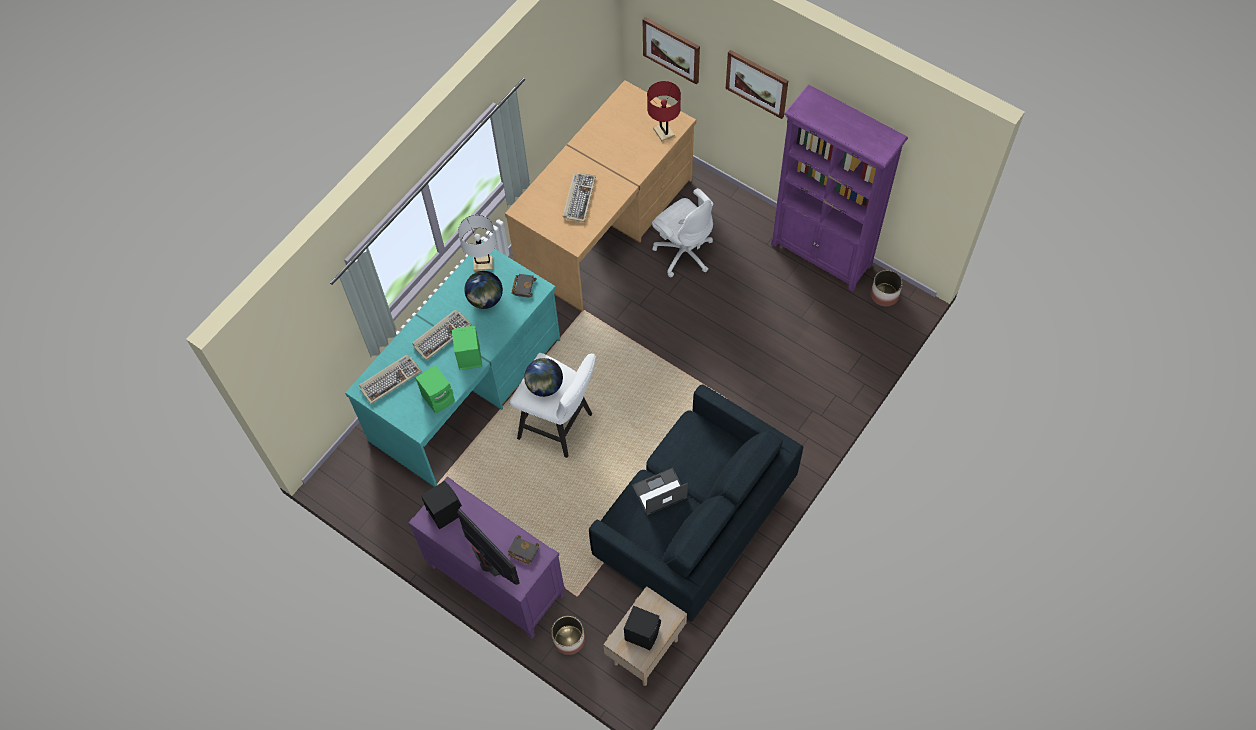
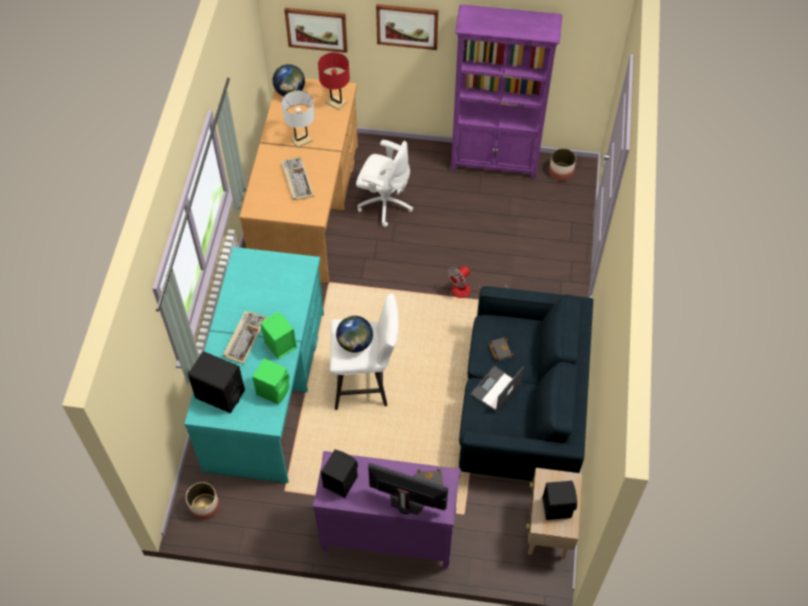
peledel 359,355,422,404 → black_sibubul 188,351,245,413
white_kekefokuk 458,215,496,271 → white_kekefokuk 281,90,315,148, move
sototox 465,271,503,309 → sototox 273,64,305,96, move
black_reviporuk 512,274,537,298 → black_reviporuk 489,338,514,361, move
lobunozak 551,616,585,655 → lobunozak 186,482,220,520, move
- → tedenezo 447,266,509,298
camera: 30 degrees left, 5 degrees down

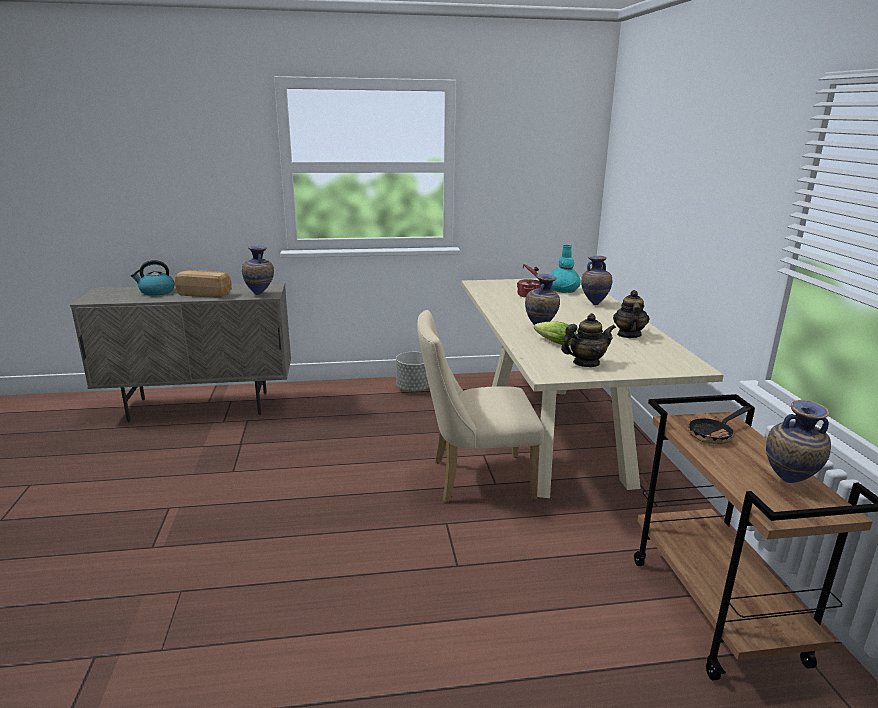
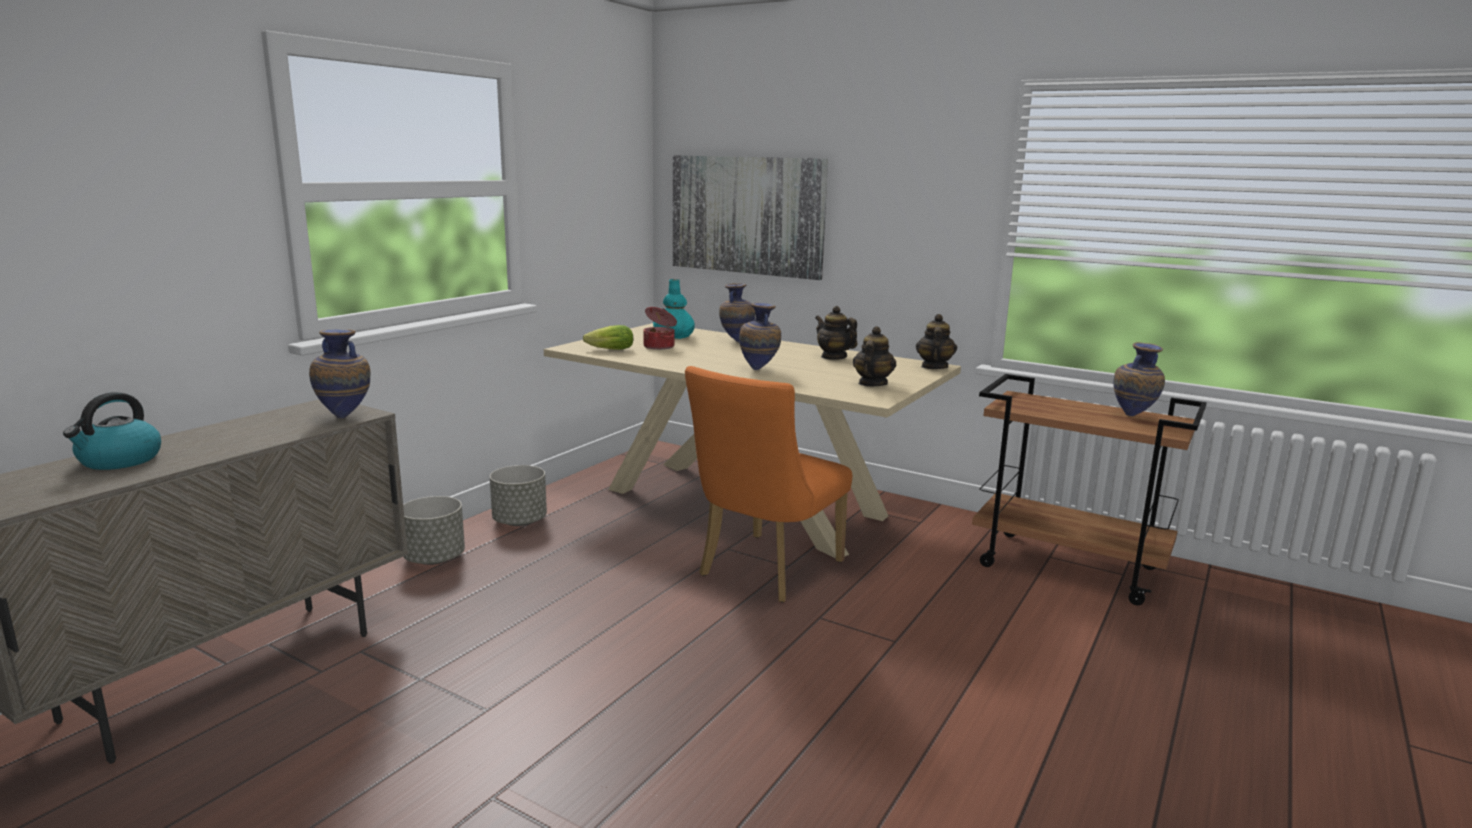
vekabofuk 175,270,232,298 → -
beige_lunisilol 417,310,544,502 → orange_lunisilol 685,366,852,602
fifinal 534,321,576,346 → fifinal 583,325,633,350, move
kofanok 689,406,751,444 → -
- → grey_lobunozak 403,496,465,565
- → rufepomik 673,155,828,280
- → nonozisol 916,314,957,369
camera: 50 degrees left, 5 degrees down

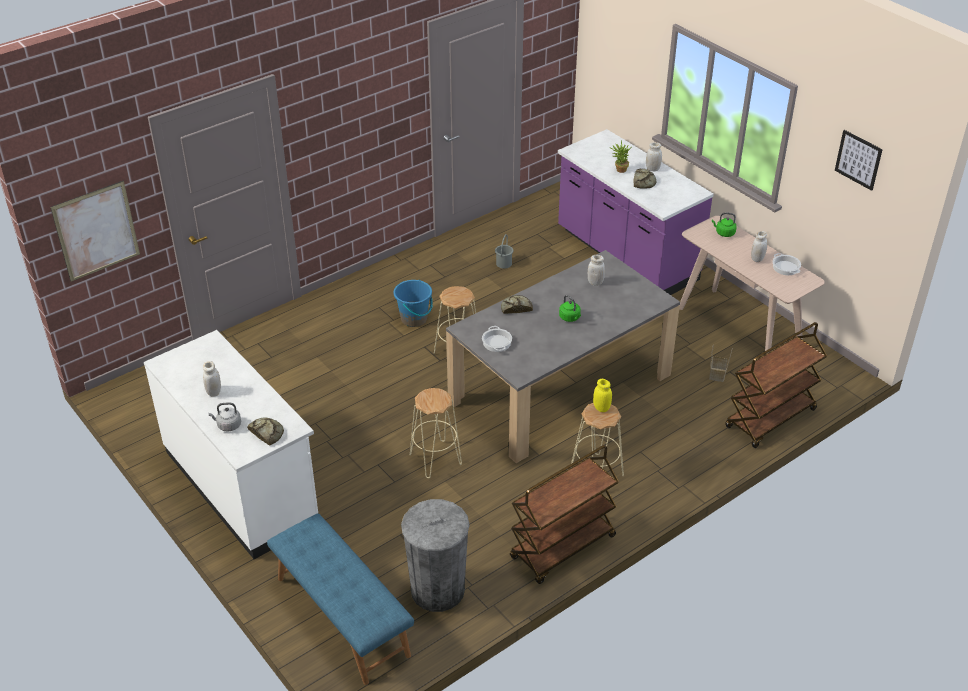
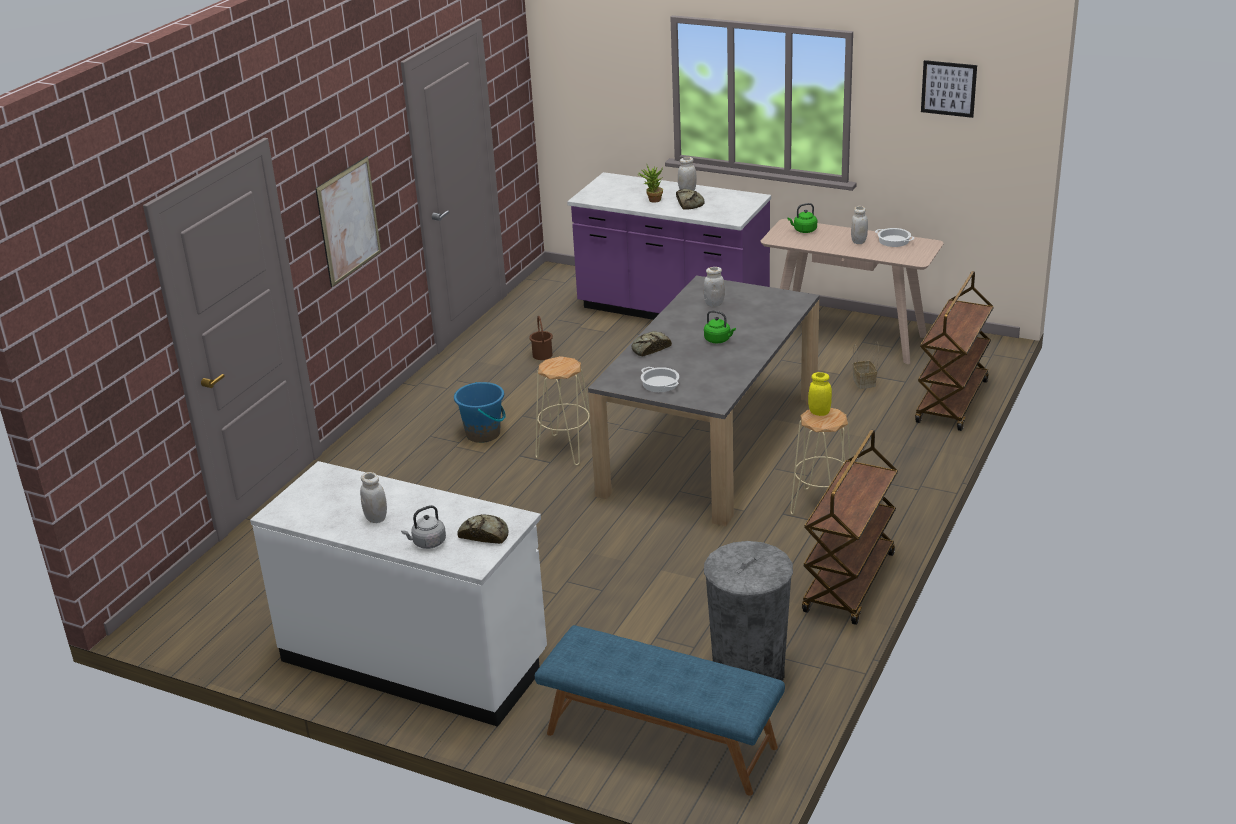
rufepomik 50,181,140,282 → rufepomik 315,156,381,287, move
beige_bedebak 410,388,462,478 → -
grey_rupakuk 495,234,513,269 → brown_rupakuk 529,316,553,360
camera: 25 degrees left, 10 degrees down

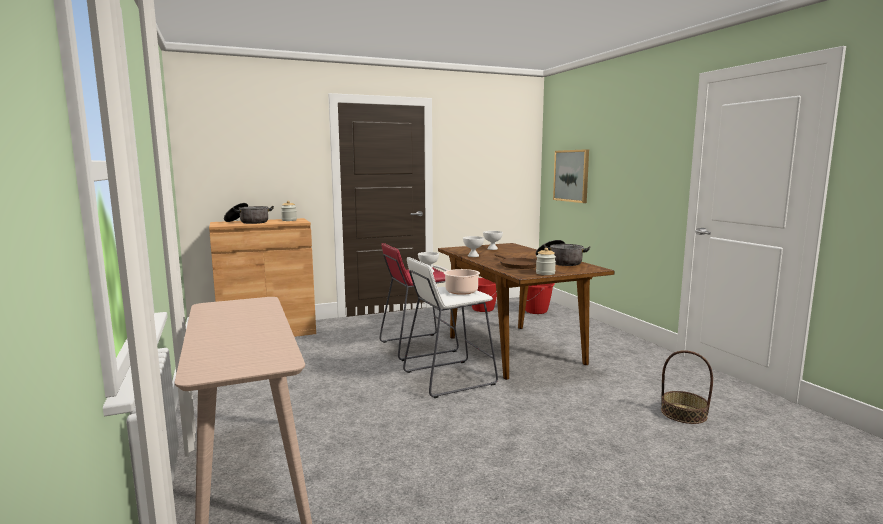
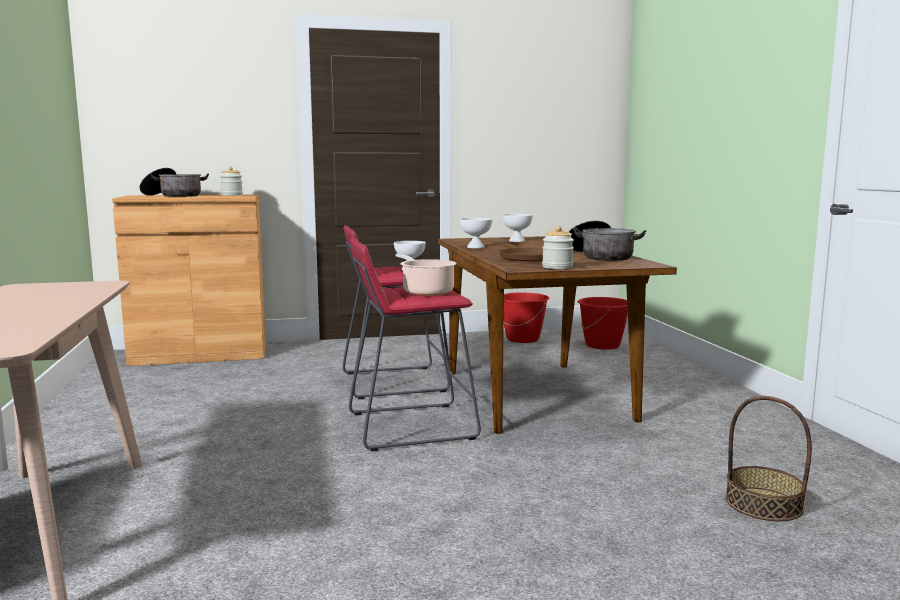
white_bedebak 403,257,498,398 → red_bedebak 349,238,481,451
rufepomik 553,149,589,203 → -
camera: 10 degrees right, 0 degrees up

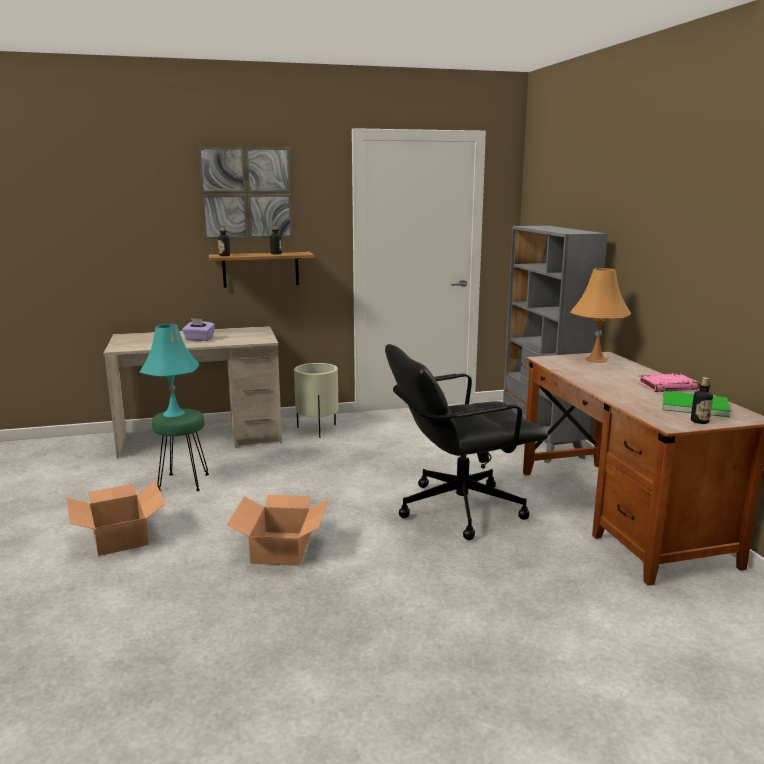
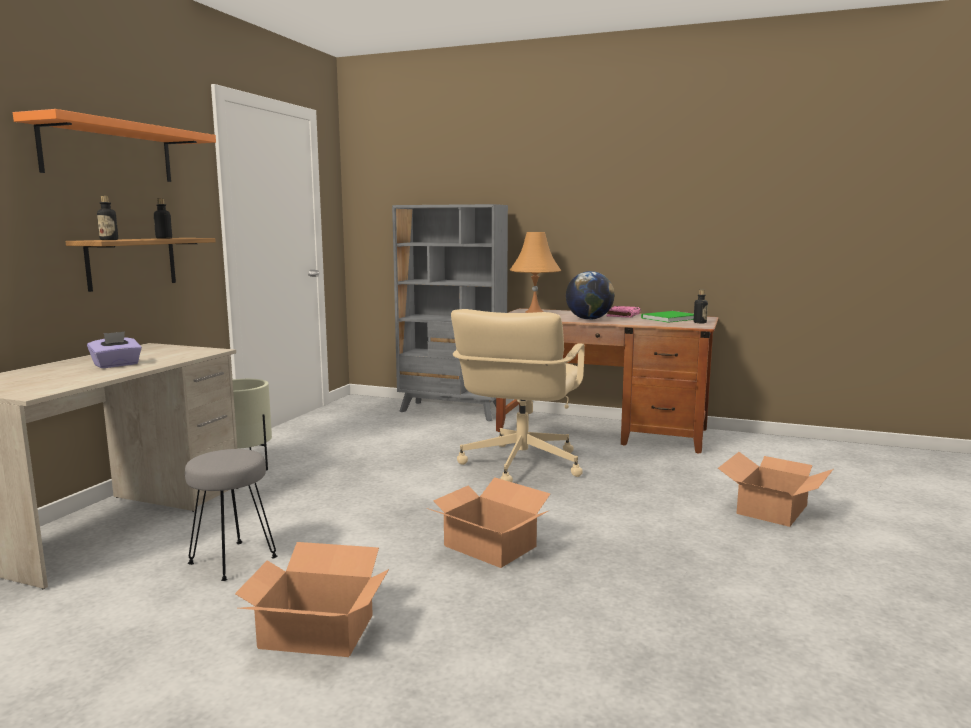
turquoise_kekefokuk 140,324,199,417 → -
green_bedebak 152,409,209,491 → grey_bedebak 185,449,277,581
rufepomik 199,147,292,239 → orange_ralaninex 13,109,216,182
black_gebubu 385,344,549,540 → beige_gebubu 451,309,585,482
- → sototox 566,271,614,320
- → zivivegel 718,452,834,527
camera: 55 degrees left, 5 degrees down

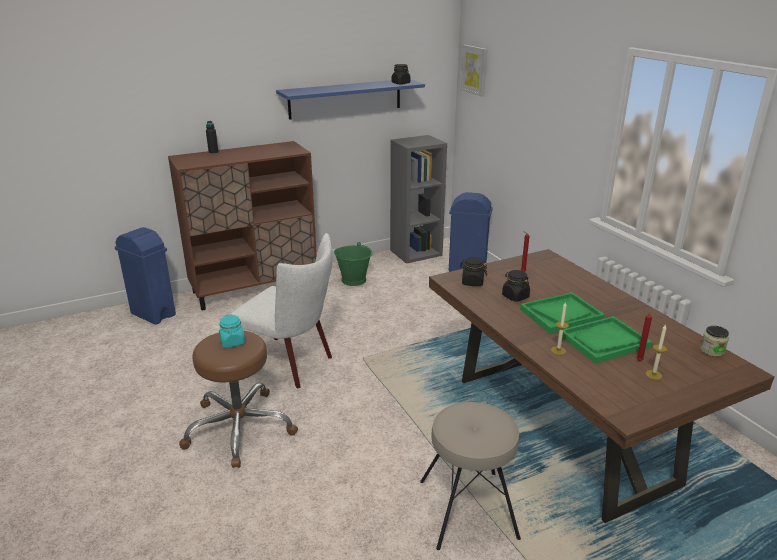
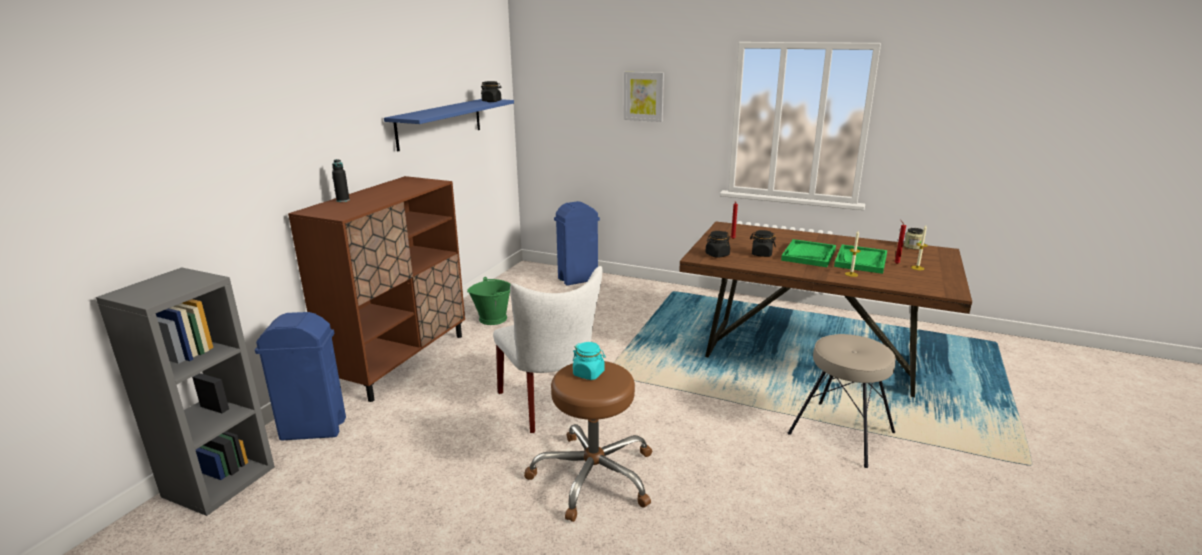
white_lunisilol 230,233,332,389 → white_lunisilol 493,266,602,433, 75 degrees clockwise
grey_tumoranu 390,135,447,264 → grey_tumoranu 96,267,275,516, move
rufepomik 461,45,487,97 → rufepomik 624,72,664,122, move
camera: 40 degrees left, 5 degrees down

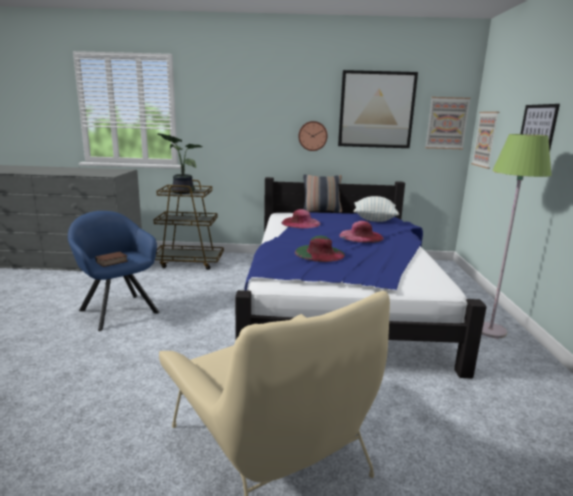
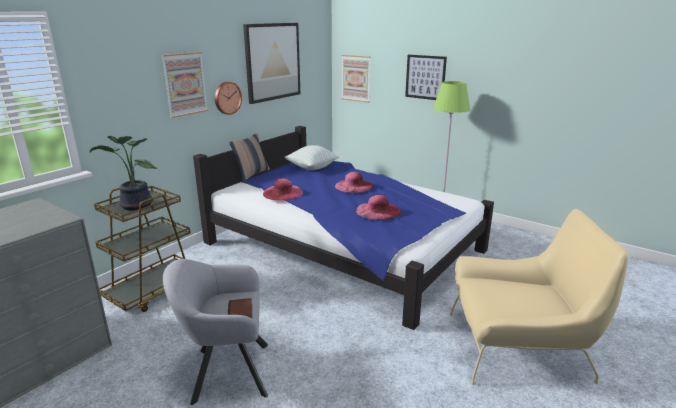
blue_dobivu 68,211,160,331 → grey_dobivu 163,259,268,405
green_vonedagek 295,236,345,262 → pink_vonedagek 356,195,401,220
rufepomik 425,97,471,149 → rufepomik 161,52,208,118, move
camera: 55 degrees left, 5 degrees up

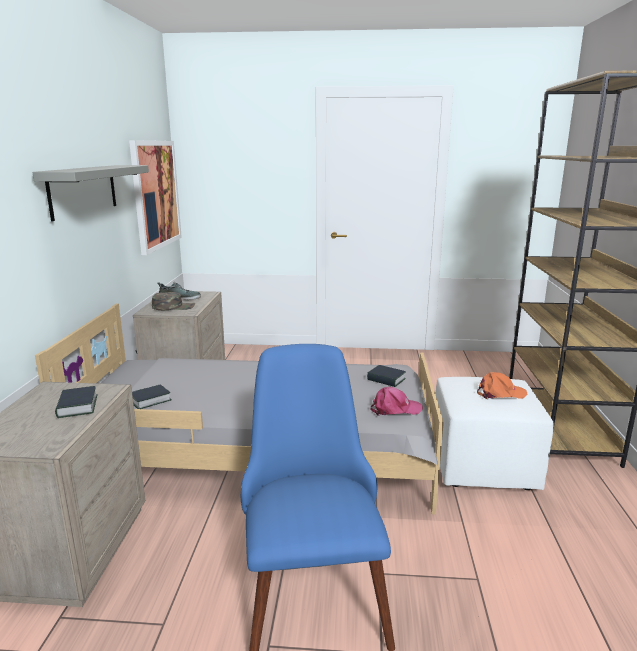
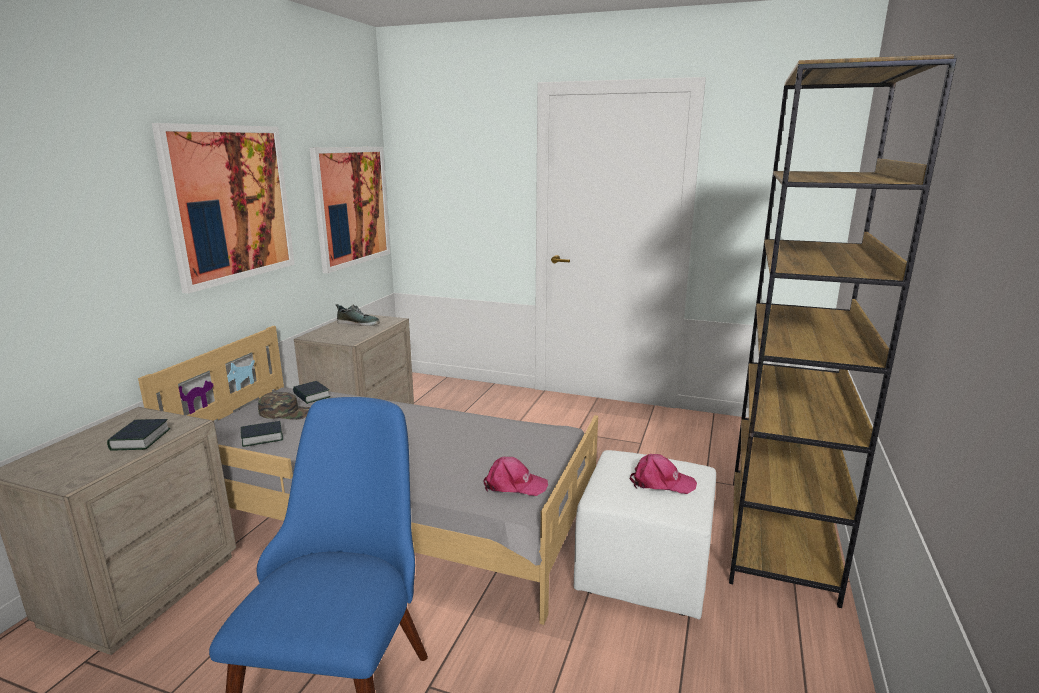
grey_ralaninex 33,165,149,221 → rufepomik 152,123,295,294
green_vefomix 152,292,195,310 → green_vefomix 258,392,310,420, move
reviporuk 367,365,406,387 → reviporuk 293,381,330,404, move
orange_vefomix 477,372,528,399 → pink_vefomix 630,454,697,494
camera: 15 degrees right, 0 degrees up

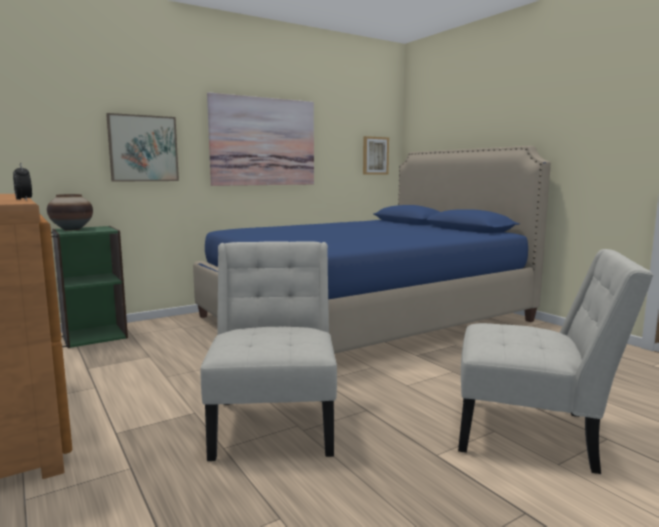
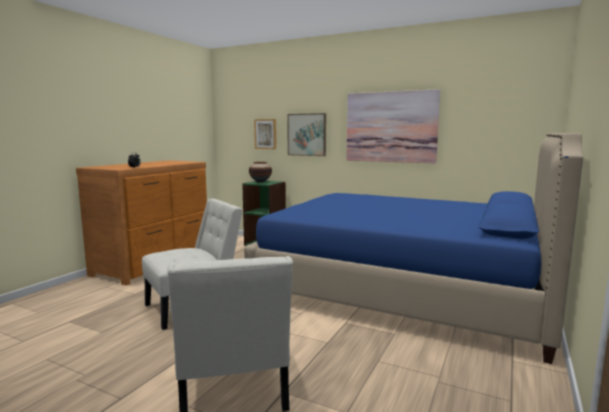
rufepomik 363,136,389,175 → rufepomik 254,119,276,149, move
camera: 60 degrees right, 0 degrees up

